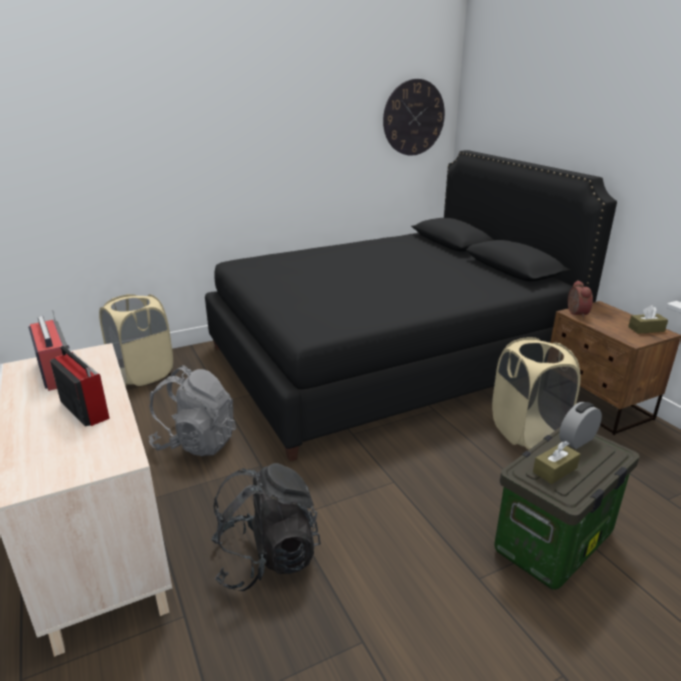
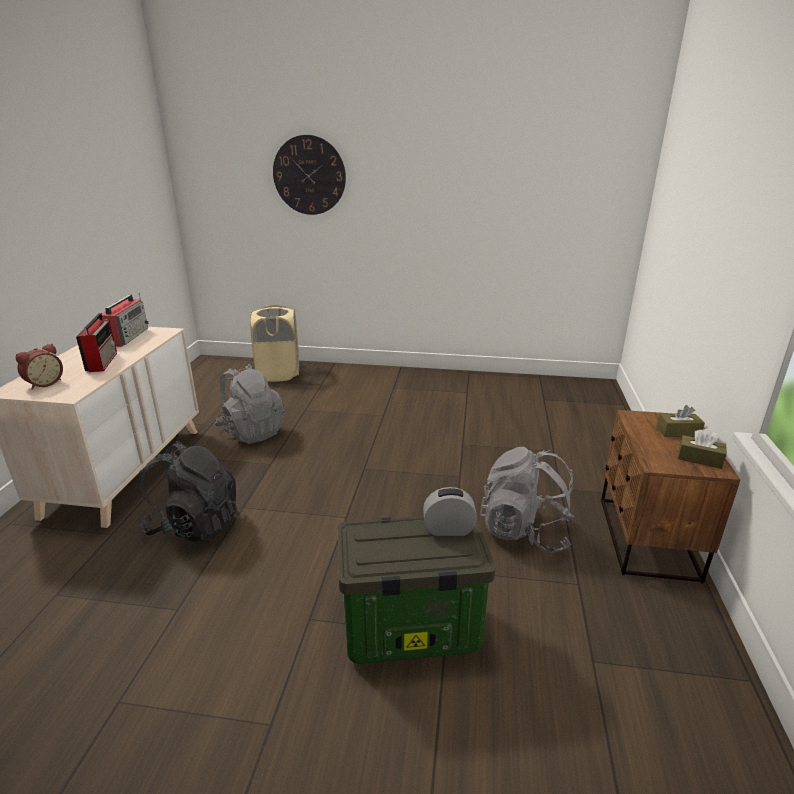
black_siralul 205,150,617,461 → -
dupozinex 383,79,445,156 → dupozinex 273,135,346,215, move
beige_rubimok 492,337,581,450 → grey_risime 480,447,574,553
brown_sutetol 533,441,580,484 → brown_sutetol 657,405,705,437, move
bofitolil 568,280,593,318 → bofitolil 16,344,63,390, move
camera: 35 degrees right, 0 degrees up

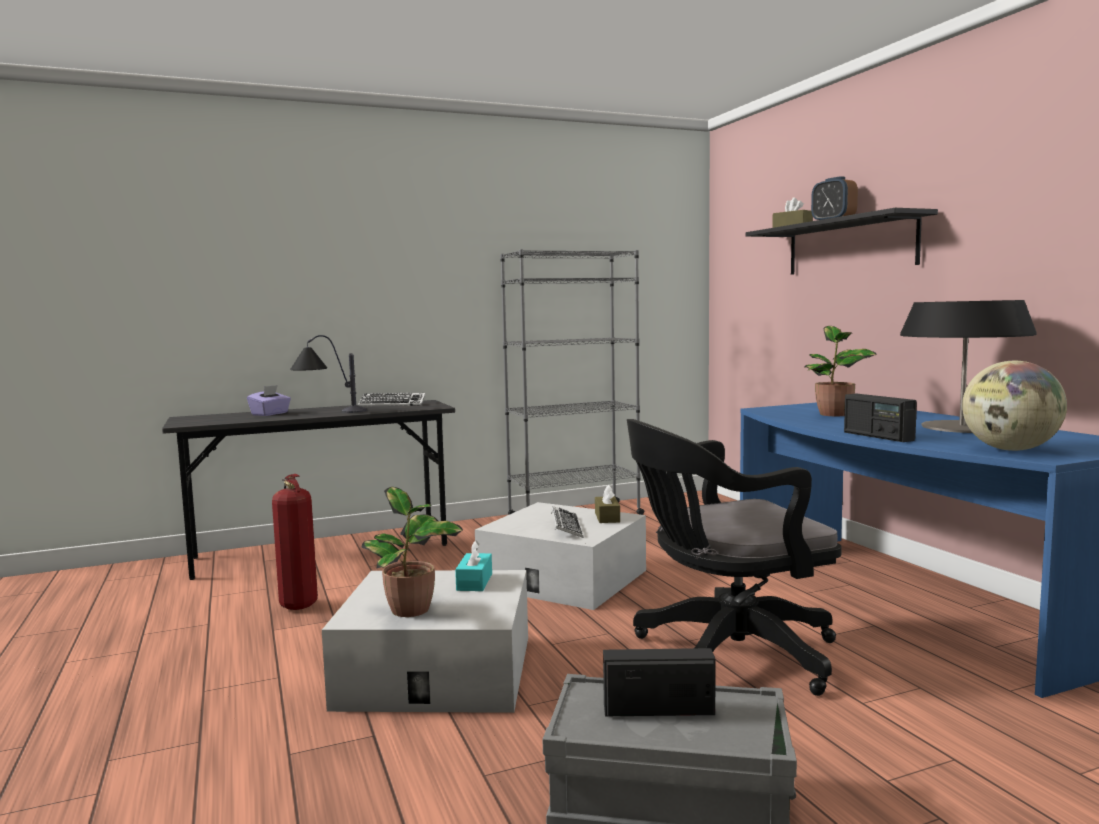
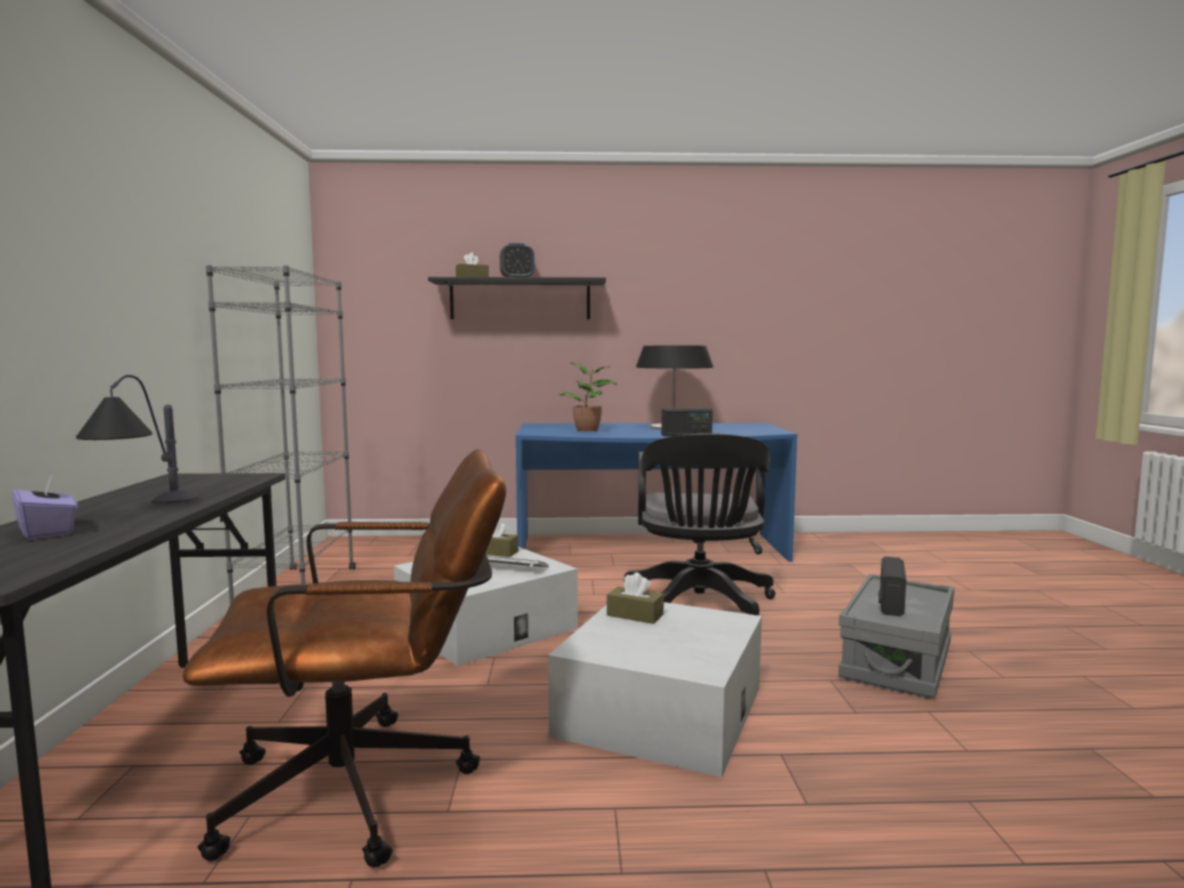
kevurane 272,474,318,610 → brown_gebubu 183,449,506,868
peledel 358,393,426,407 → -
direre 361,487,463,617 → -
turquoise_sutetol 455,540,492,591 → brown_sutetol 607,572,664,624
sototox 962,361,1067,451 → -
camera: 70 degrees left, 0 degrees up

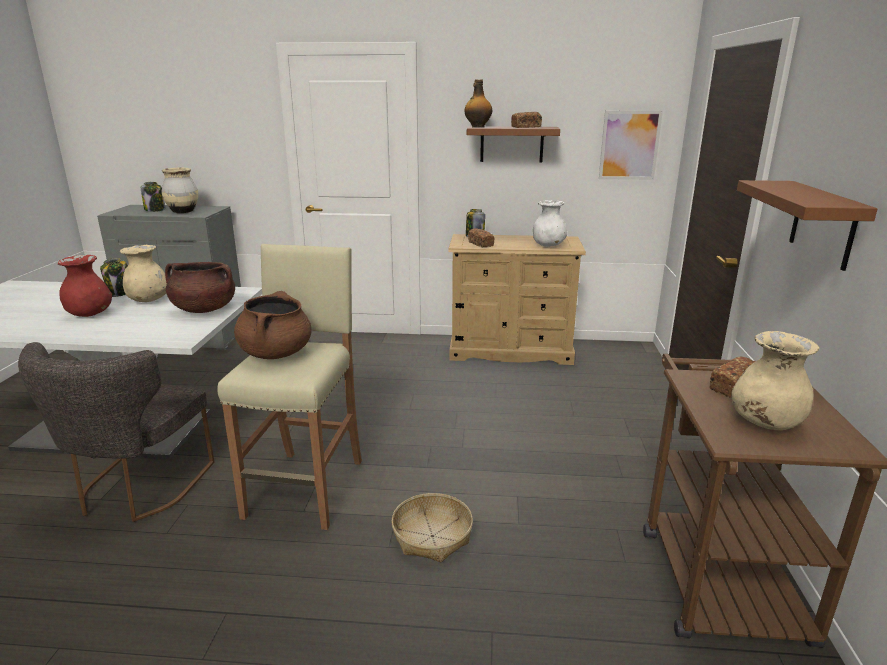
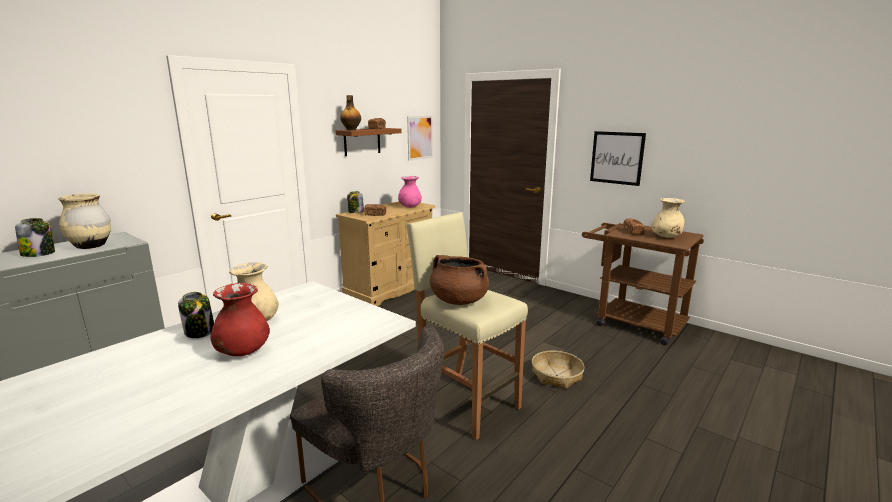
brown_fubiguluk 165,262,235,313 → -
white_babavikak 533,200,567,247 → pink_babavikak 398,176,422,208
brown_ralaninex 737,180,878,271 → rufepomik 590,131,646,186
camera: 55 degrees left, 5 degrees down

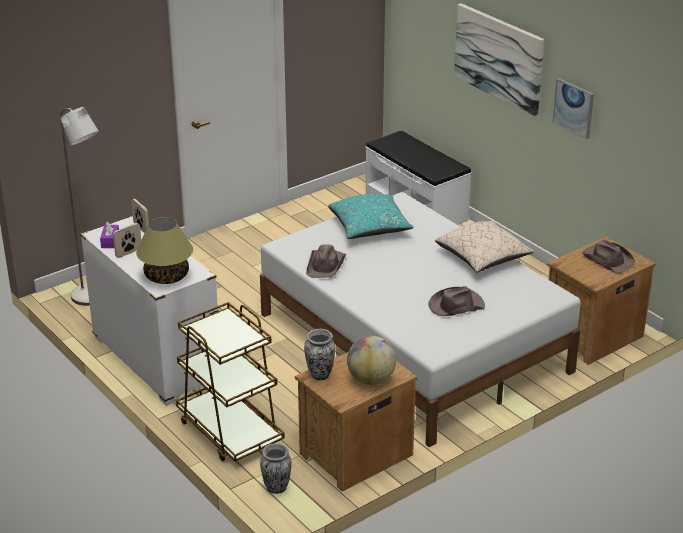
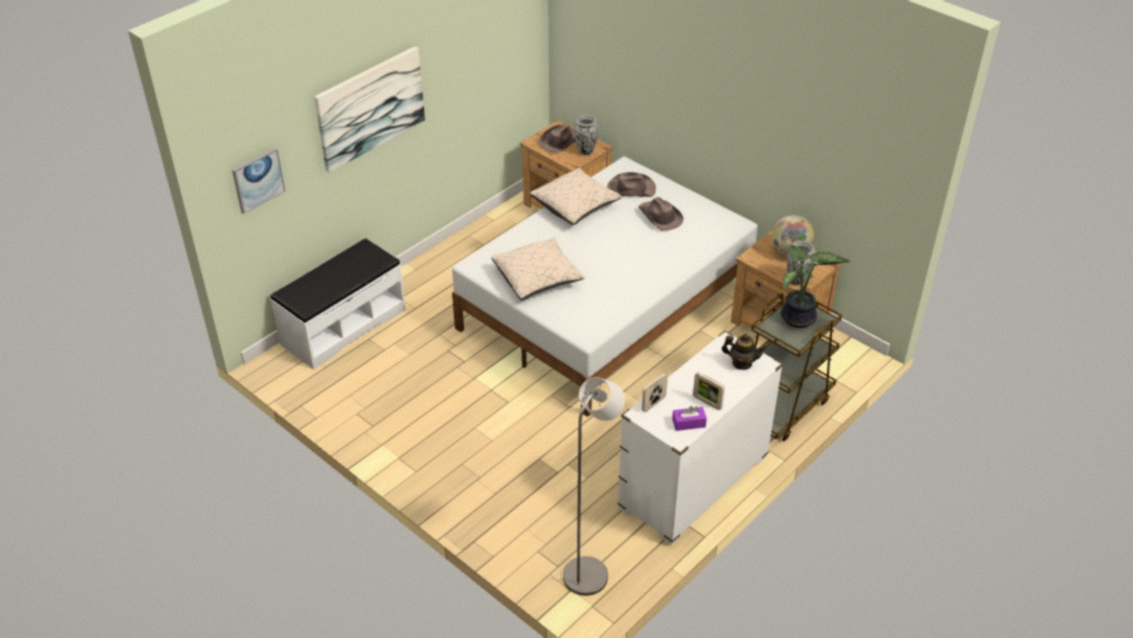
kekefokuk 136,217,193,284 → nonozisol 722,334,766,370
babavikak 260,443,292,494 → babavikak 574,115,598,155, move
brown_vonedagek 306,244,346,278 → brown_vonedagek 607,172,656,197, move
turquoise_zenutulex 328,194,414,239 → beige_zenutulex 491,238,585,300
rufepomik 553,78,594,139 → rufepomik 232,148,285,214, move
- → direre 781,245,851,328
camera: 100 degrees left, 10 degrees up

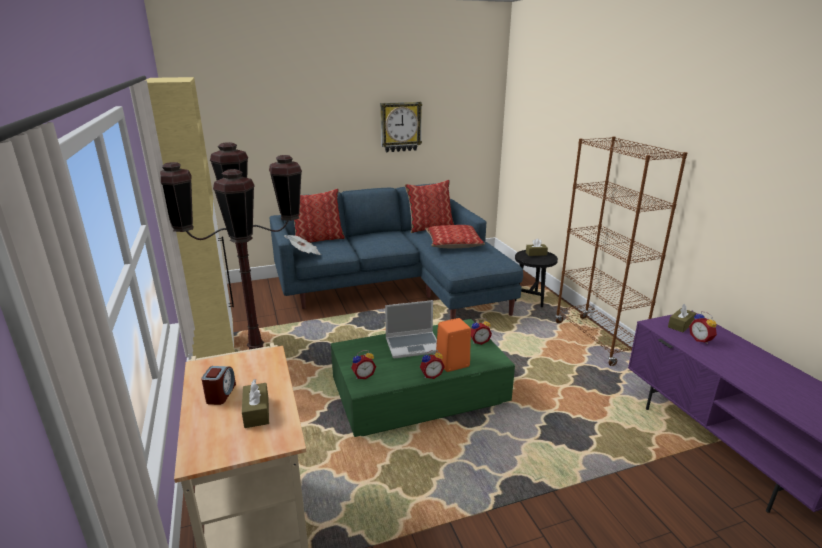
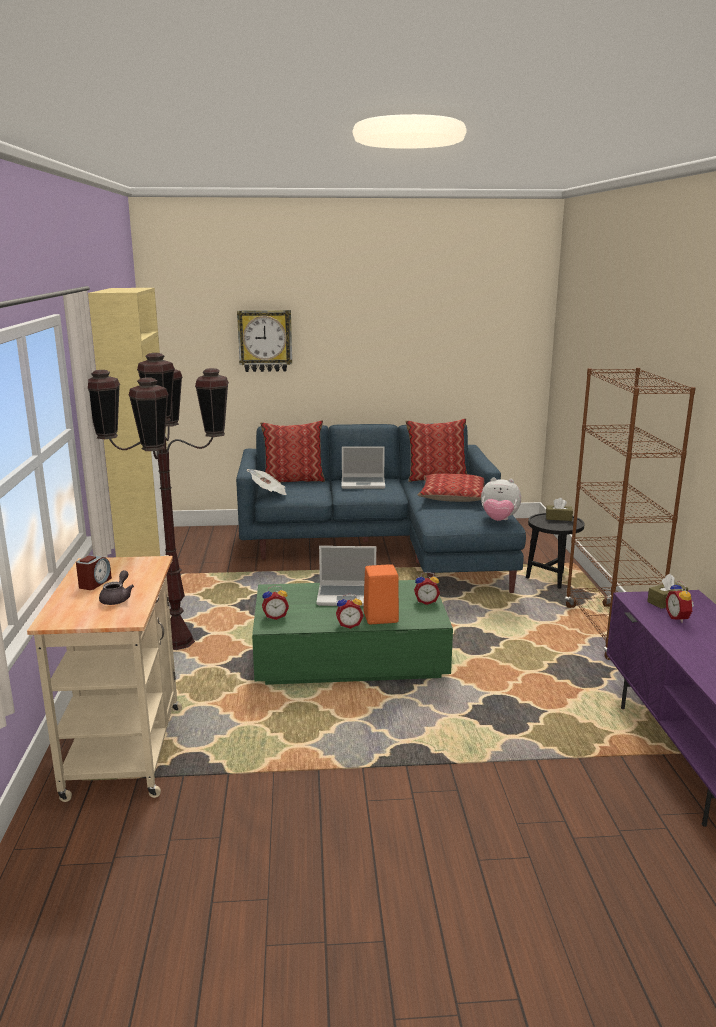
brown_sutetol 242,379,269,428 → grey_nonozisol 99,570,134,605
dupozinex 380,102,422,152 → dupozinex 237,310,292,372, move
- → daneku 341,446,385,489
- → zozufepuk 481,477,521,521
camera: 15 degrees right, 5 degrees down

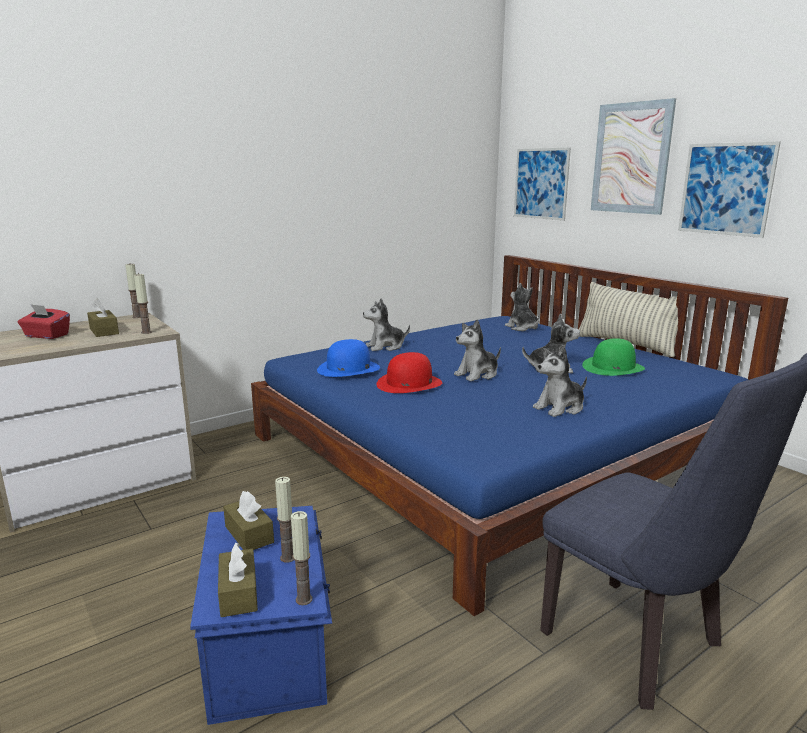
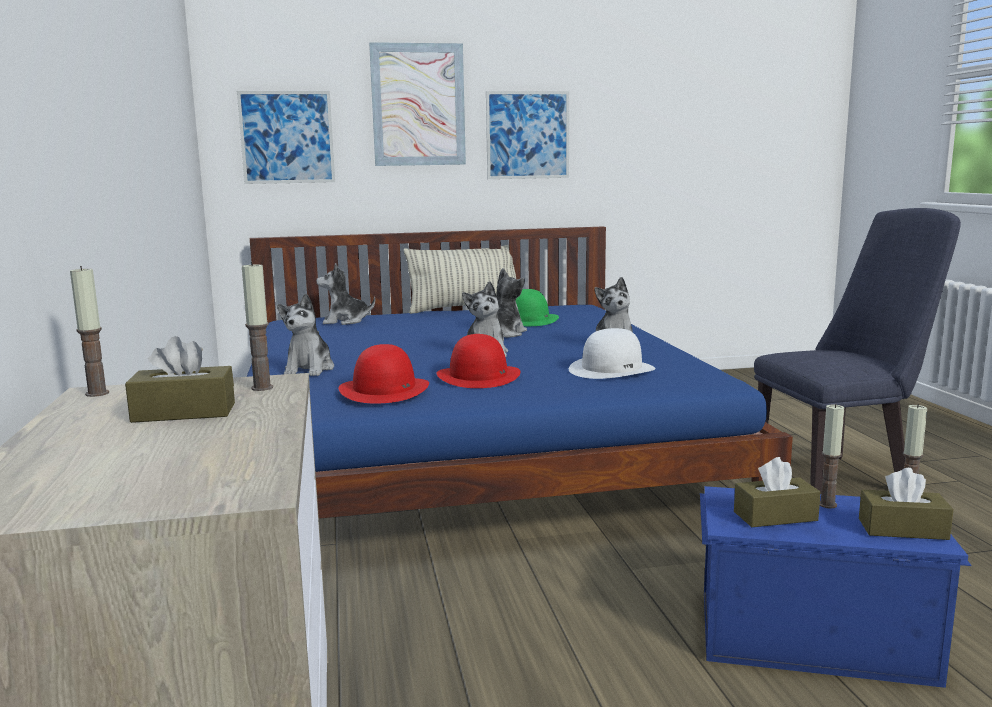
red_sutetol 18,304,70,339 → -
blue_vonedagek 317,339,380,377 → red_vonedagek 339,344,429,403
- → white_vonedagek 569,328,656,379
camera: 65 degrees left, 5 degrees down

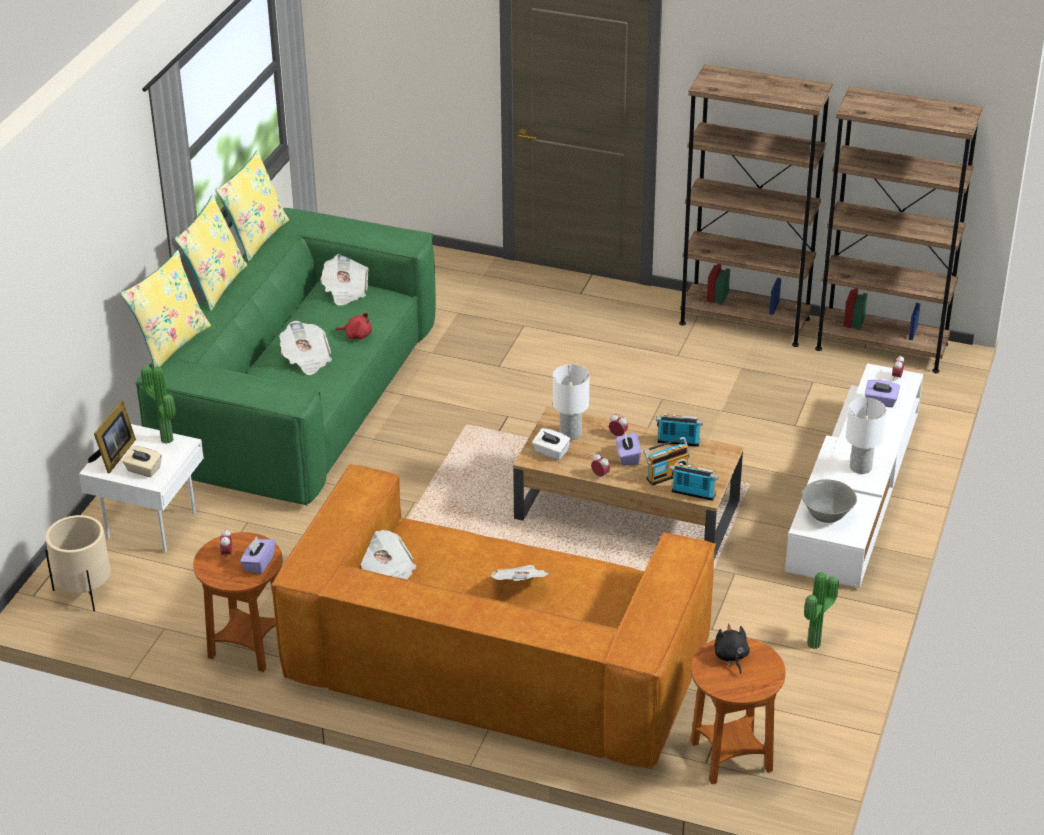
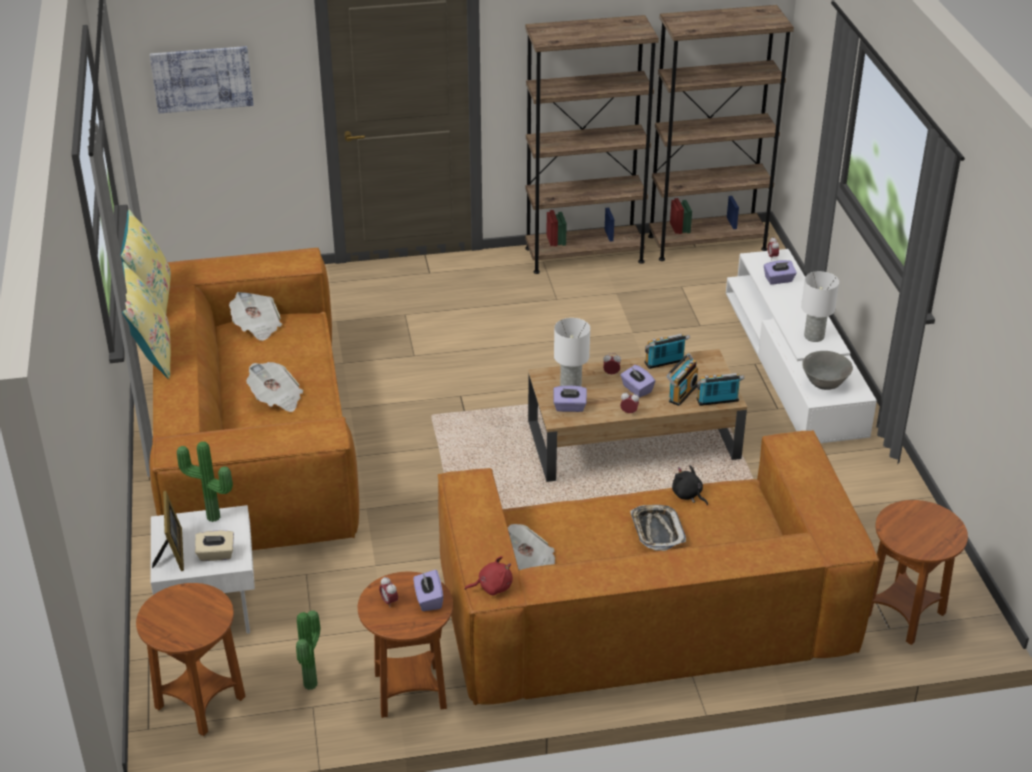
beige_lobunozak 45,515,111,611 → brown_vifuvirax 136,583,246,736
yellow_zenutulex 120,250,211,368 → -
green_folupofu 136,208,436,506 → brown_folupofu 149,248,359,550
red_zozufepuk 336,313,372,339 → red_zozufepuk 465,556,513,595, move
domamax 491,565,549,581 → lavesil 630,505,686,551
white_sutetol 532,428,571,460 → purple_sutetol 553,385,587,412
black_zozufepuk 715,624,750,674 → black_zozufepuk 672,465,708,505, move
direre 804,572,839,649 → direre 296,610,320,690, move
- → rufepomik 150,46,254,113
camera: 30 degrees left, 0 degrees up

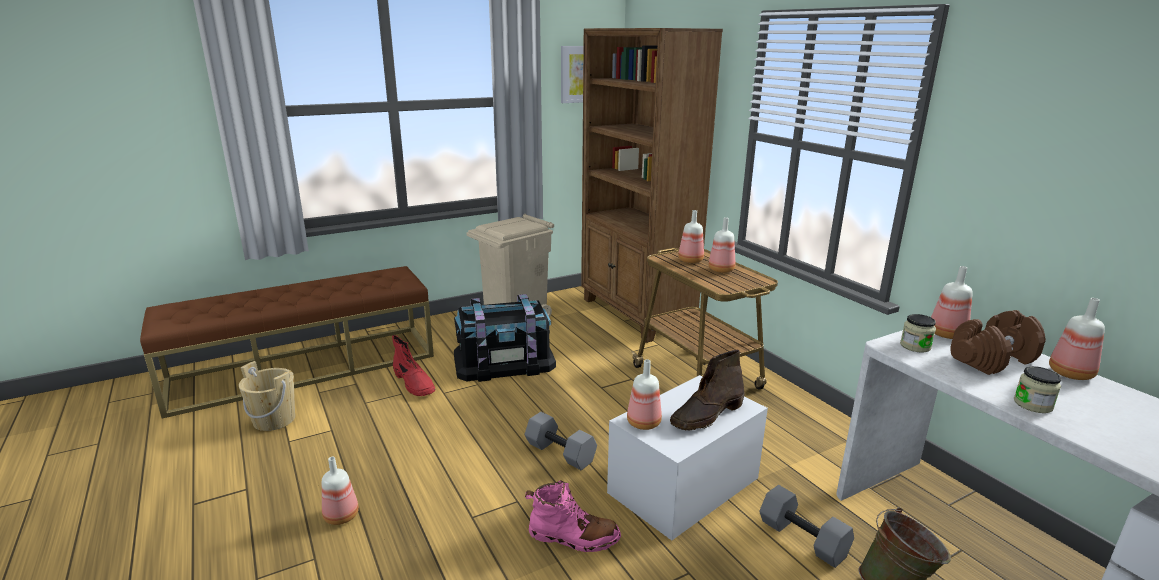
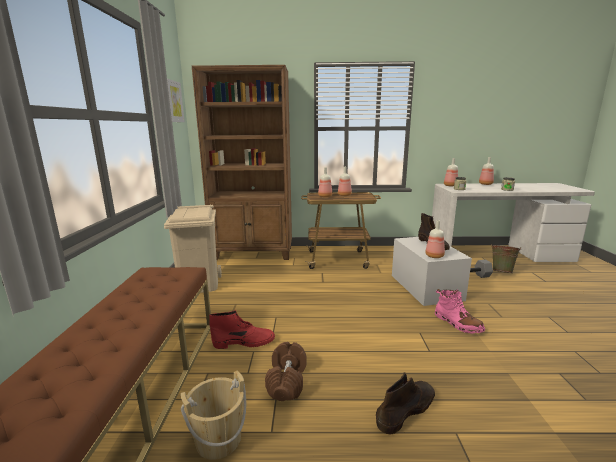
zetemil 322,457,359,525 → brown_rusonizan 376,372,435,434
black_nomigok 454,294,556,382 → -
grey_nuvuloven 524,412,597,470 → -
pink_rusonizan 525,480,621,552 → pink_rusonizan 435,289,485,334, 105 degrees clockwise
brown_nuvuloven 950,310,1046,375 → brown_nuvuloven 265,342,306,401, move
camera: 60 degrees left, 5 degrees down

